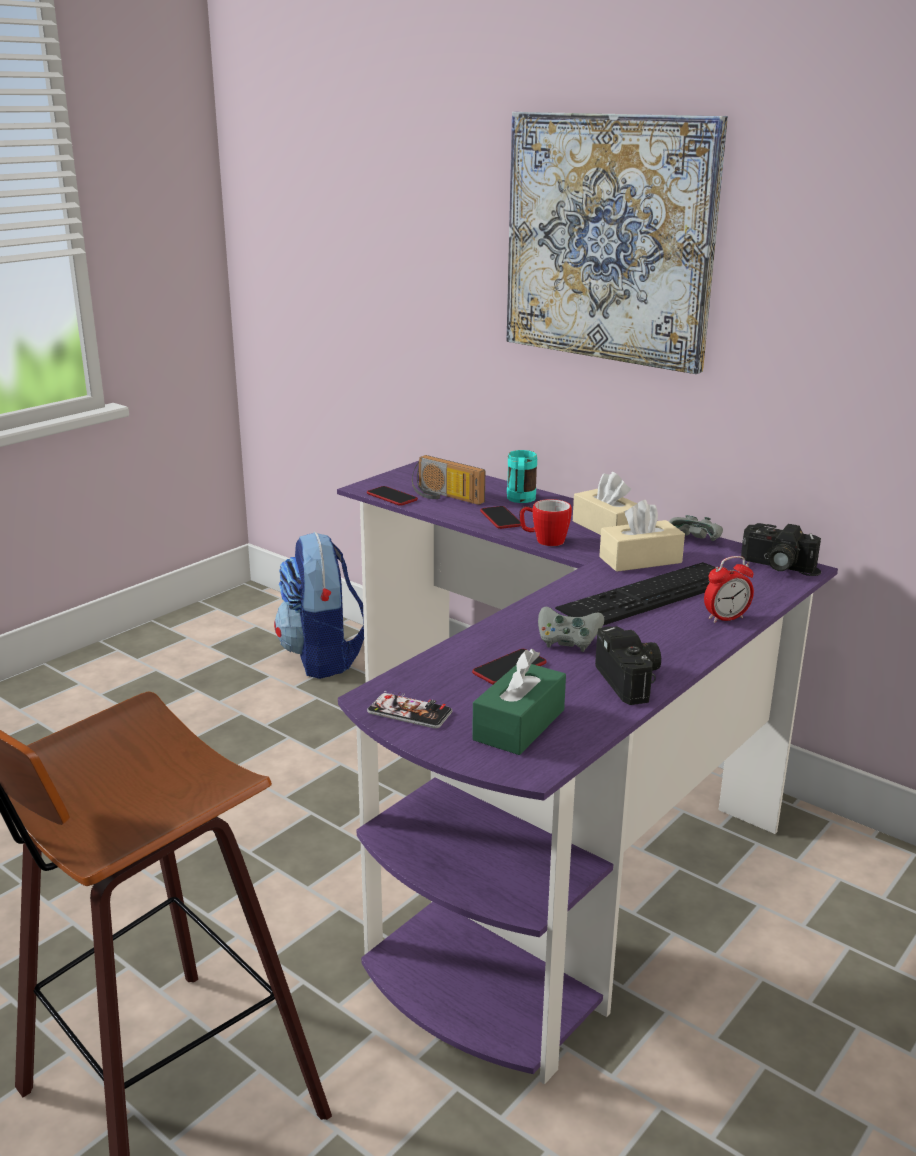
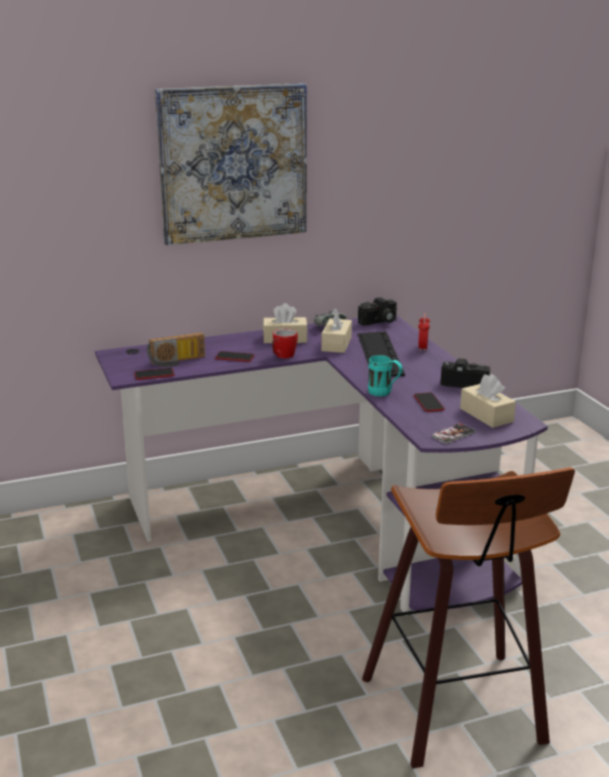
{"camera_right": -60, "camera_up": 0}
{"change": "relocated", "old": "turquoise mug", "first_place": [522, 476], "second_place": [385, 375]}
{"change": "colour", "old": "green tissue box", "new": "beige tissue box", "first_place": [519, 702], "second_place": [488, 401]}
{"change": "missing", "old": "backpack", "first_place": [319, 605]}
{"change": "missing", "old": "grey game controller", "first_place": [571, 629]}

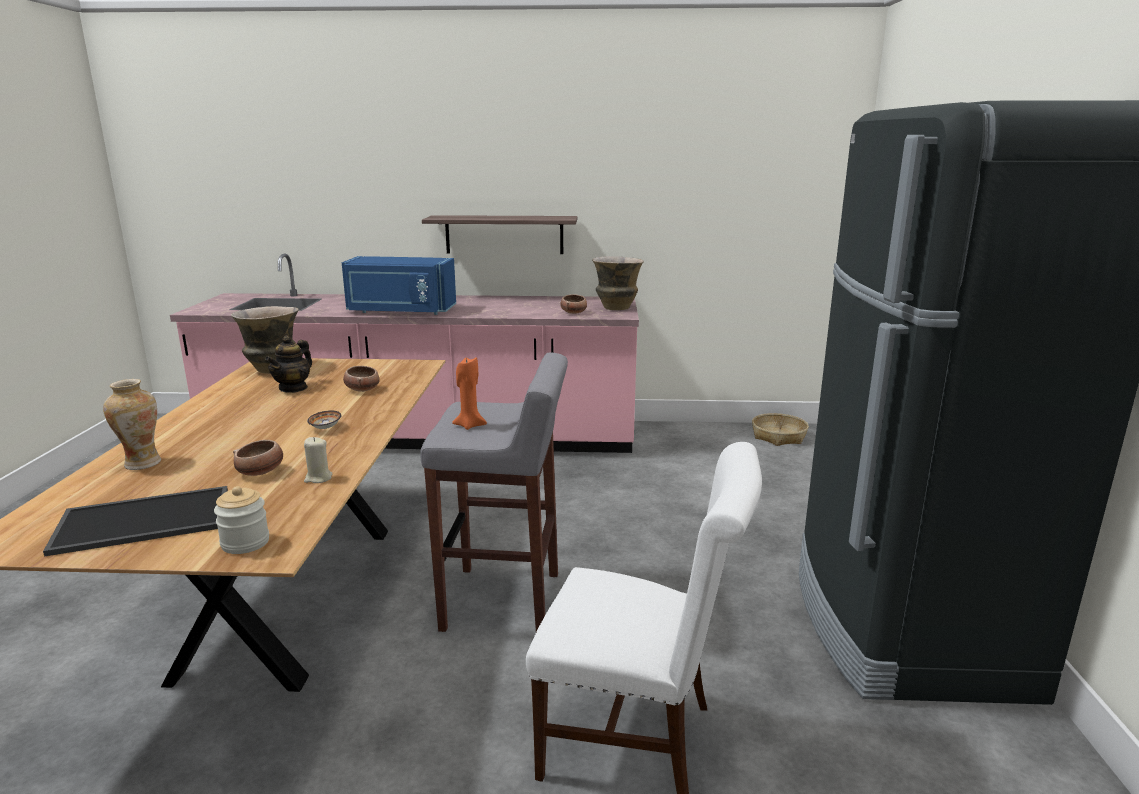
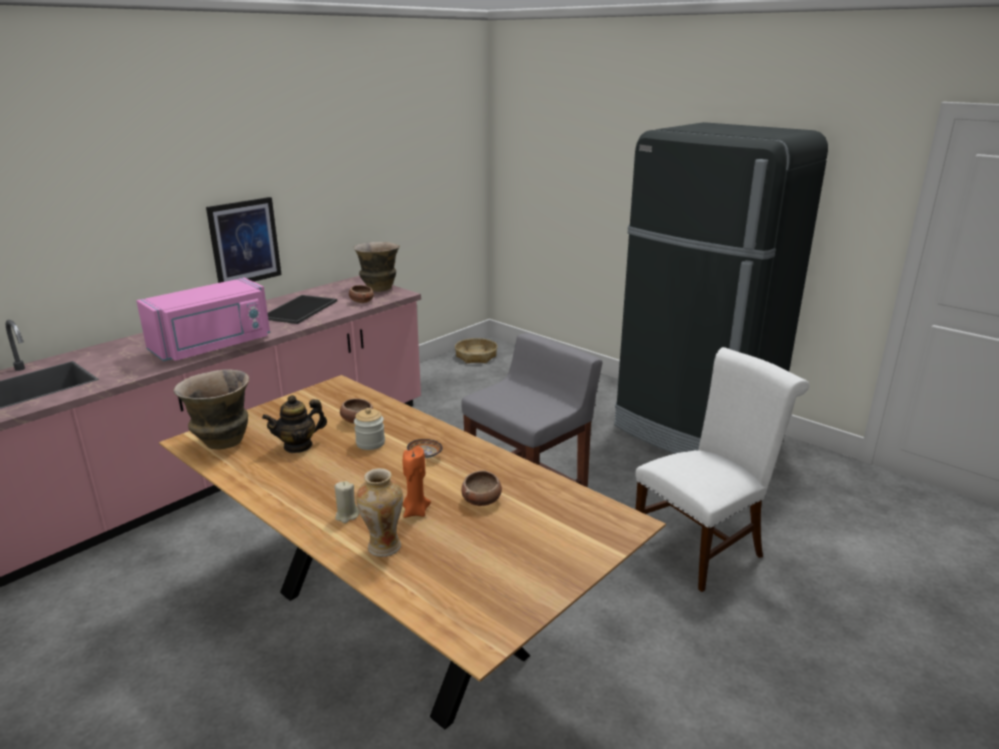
{"camera_right": -50, "camera_up": 5}
{"change": "colour", "old": "blue microwave", "new": "pink microwave", "first_place": [399, 285], "second_place": [203, 319]}
{"change": "exchanged", "old": "shelf", "new": "picture", "first_place": [499, 234], "second_place": [244, 240]}
{"change": "spun", "old": "teapot", "first_place": [288, 364], "second_place": [294, 424], "degrees": 90}
{"change": "relocated", "old": "tray", "first_place": [135, 521], "second_place": [302, 309]}
{"change": "relocated", "old": "beige candle", "first_place": [318, 460], "second_place": [346, 502]}
{"change": "relocated", "old": "jar", "first_place": [241, 520], "second_place": [369, 429]}
{"change": "relocated", "old": "orange candle", "first_place": [469, 393], "second_place": [417, 482]}

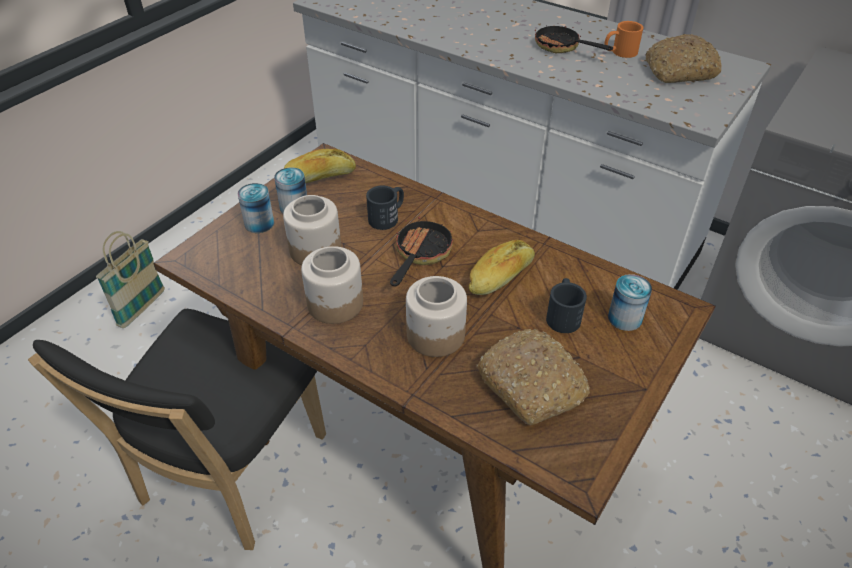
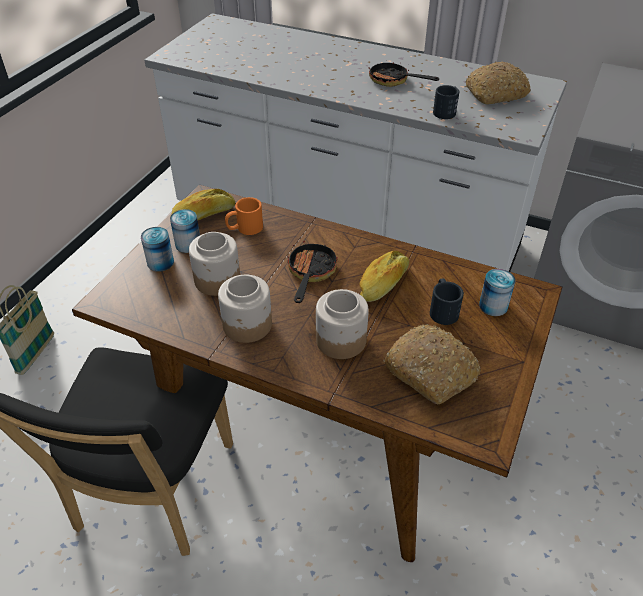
{"camera_right": -10, "camera_up": 0}
{"change": "relocated", "old": "orange mug", "first_place": [624, 39], "second_place": [244, 216]}
{"change": "relocated", "old": "black mug", "first_place": [385, 208], "second_place": [446, 102]}

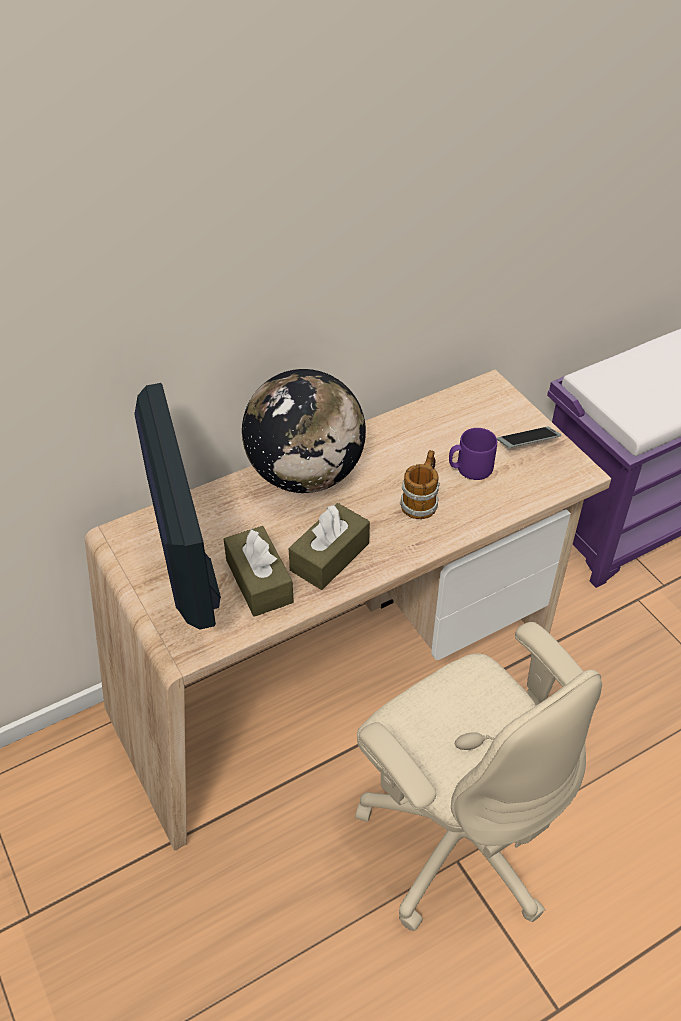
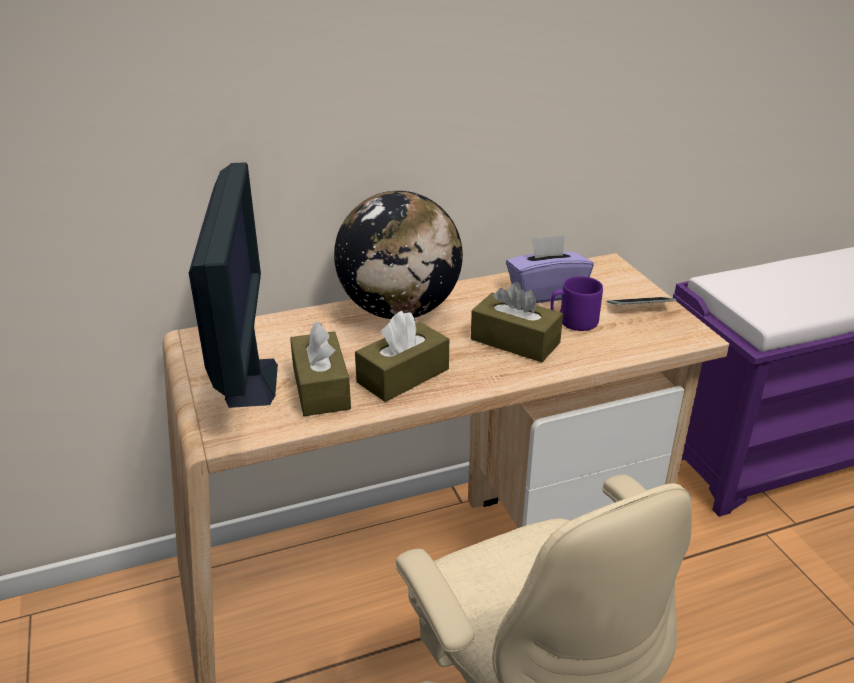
{"camera_right": 10, "camera_up": -15}
{"change": "exchanged", "old": "mug", "new": "brown tissue box", "first_place": [420, 484], "second_place": [517, 322]}
{"change": "appeared", "new": "purple tissue box", "second_place": [549, 269]}

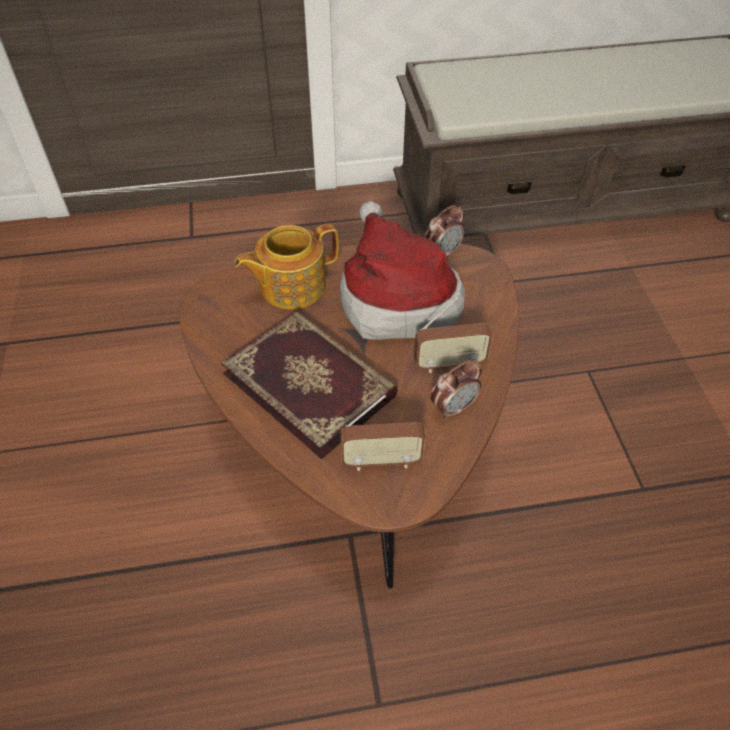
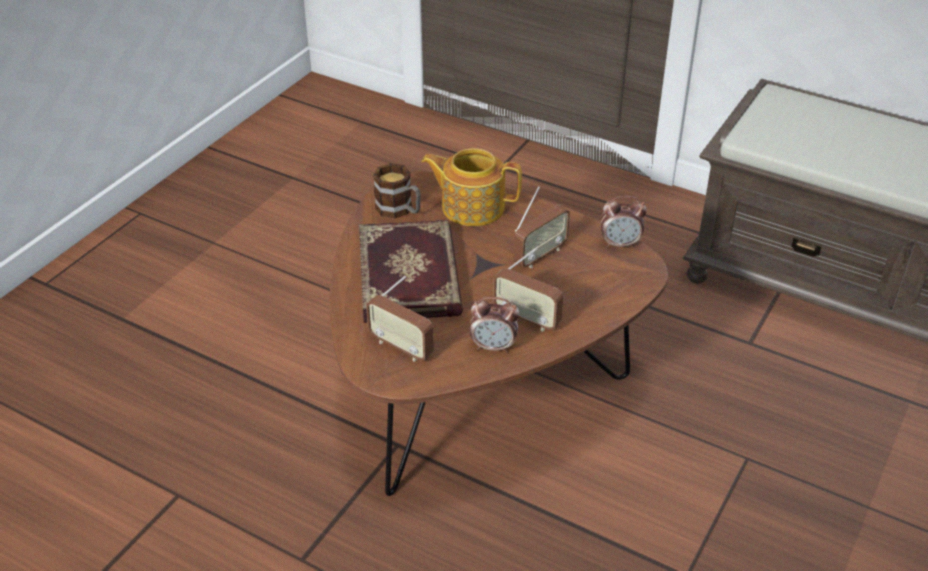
{"camera_right": 40, "camera_up": -10}
{"change": "appeared", "new": "mug", "second_place": [397, 190]}
{"change": "exchanged", "old": "hat", "new": "radio", "first_place": [402, 270], "second_place": [541, 227]}

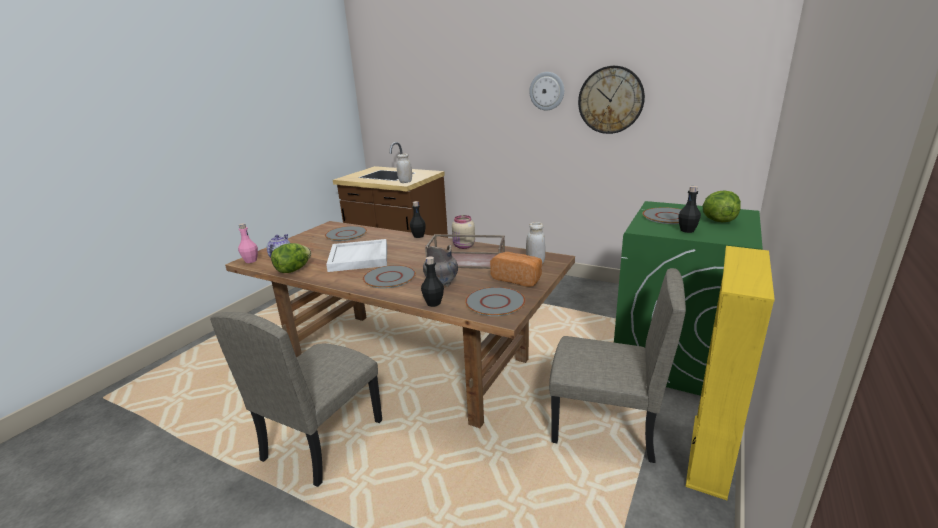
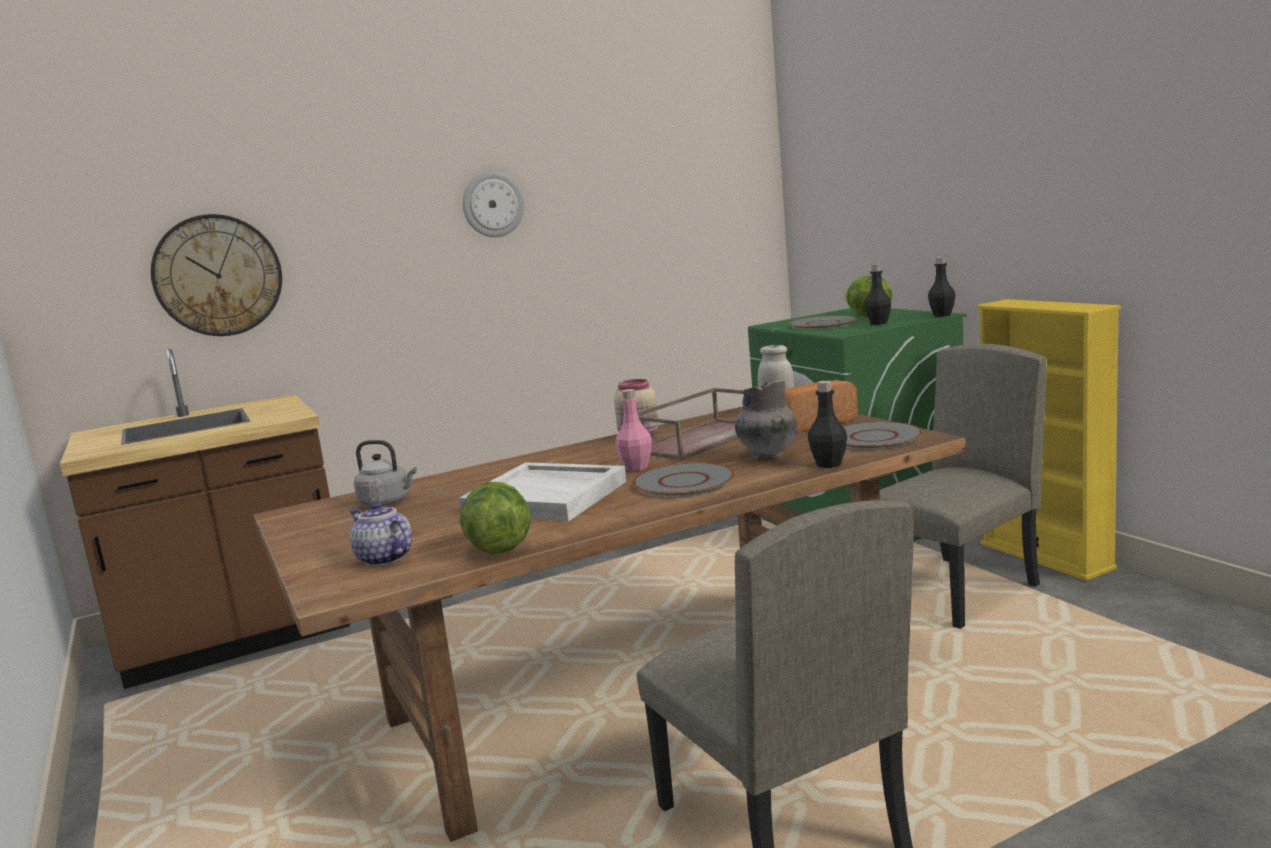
{"camera_right": -55, "camera_up": -10}
{"change": "relocated", "old": "wall clock", "first_place": [611, 100], "second_place": [216, 275]}
{"change": "exchanged", "old": "grey plate", "new": "grey kettle", "first_place": [346, 233], "second_place": [385, 473]}
{"change": "relocated", "old": "pink bottle", "first_place": [248, 243], "second_place": [633, 430]}
{"change": "relocated", "old": "black bottle", "first_place": [418, 219], "second_place": [942, 287]}
{"change": "missing", "old": "white jar", "first_place": [404, 168]}

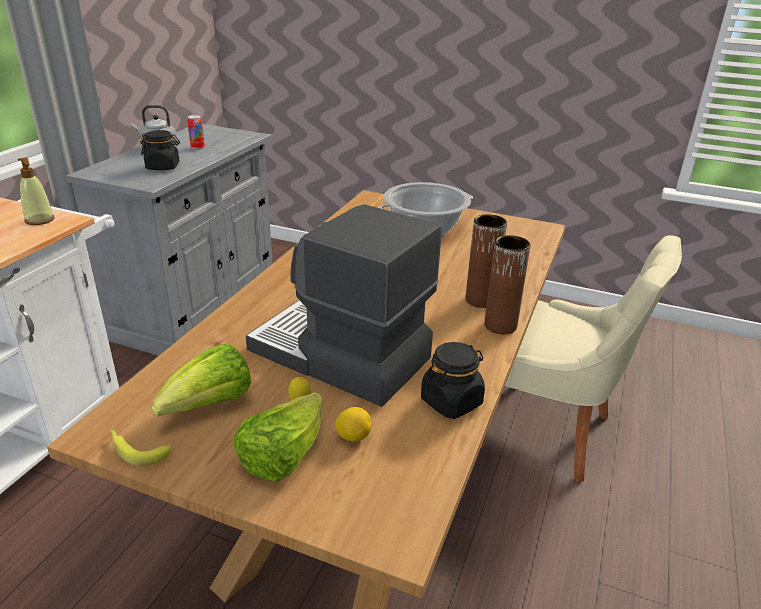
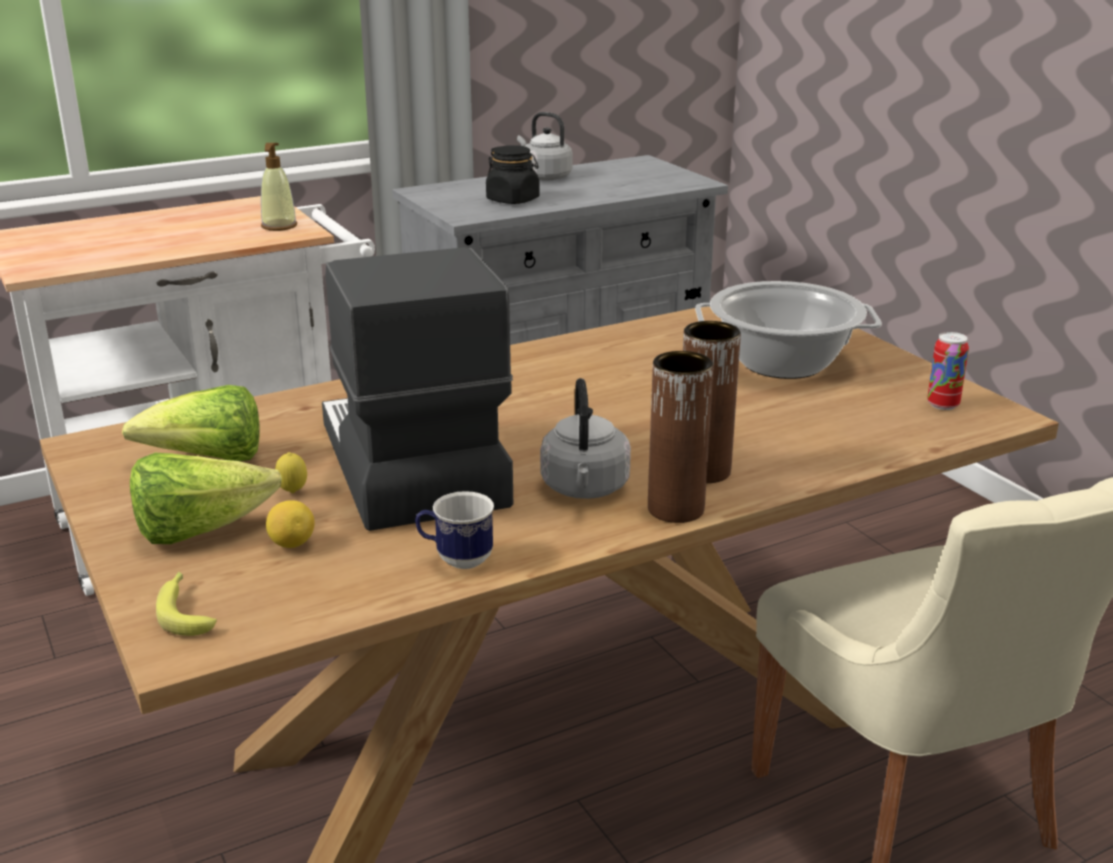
{"camera_right": 40, "camera_up": -5}
{"change": "relocated", "old": "banana", "first_place": [140, 448], "second_place": [186, 604]}
{"change": "exchanged", "old": "black jar", "new": "mug", "first_place": [453, 380], "second_place": [454, 530]}
{"change": "appeared", "new": "grey kettle", "second_place": [585, 438]}
{"change": "relocated", "old": "can", "first_place": [196, 132], "second_place": [948, 371]}

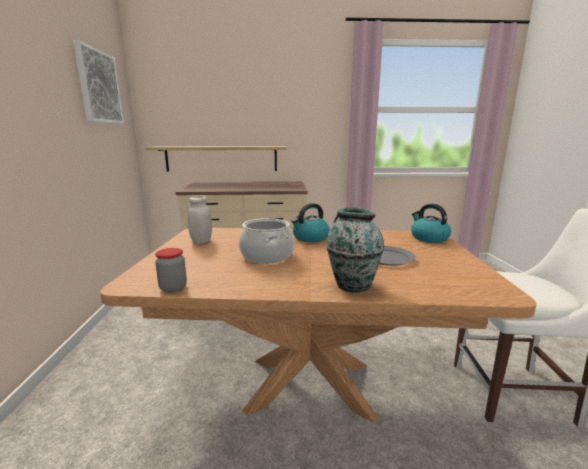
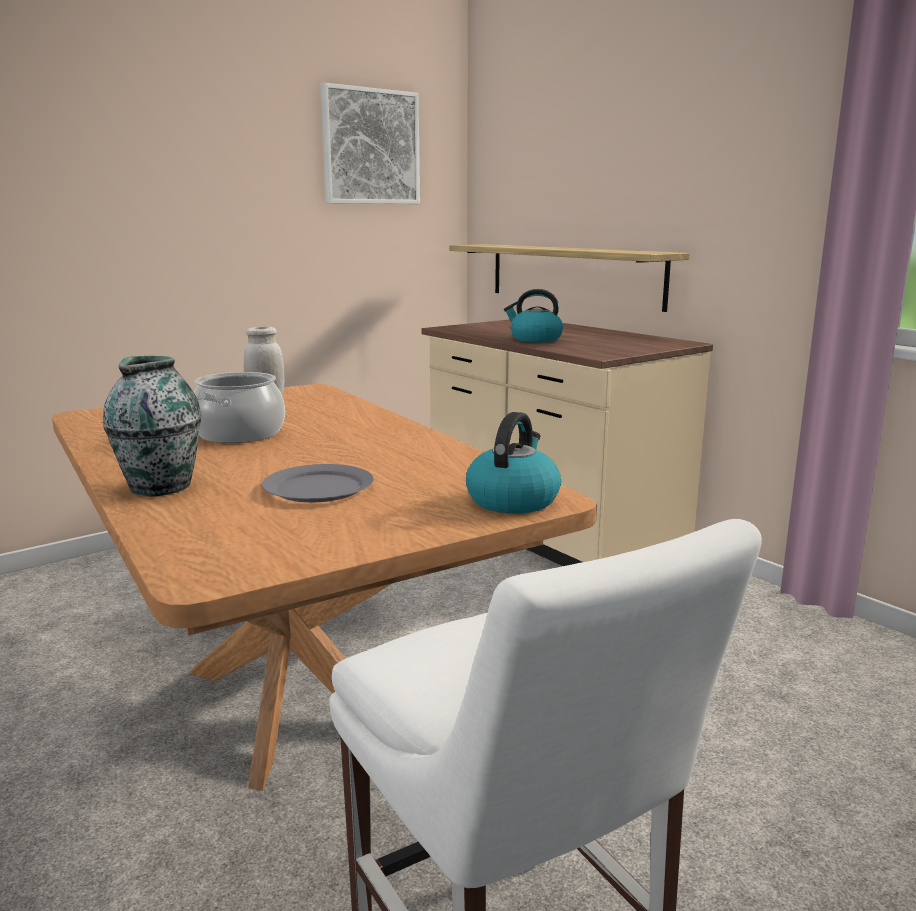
{"camera_right": 55, "camera_up": 0}
{"change": "relocated", "old": "kettle", "first_place": [311, 222], "second_place": [533, 315]}
{"change": "missing", "old": "jar", "first_place": [171, 270]}

